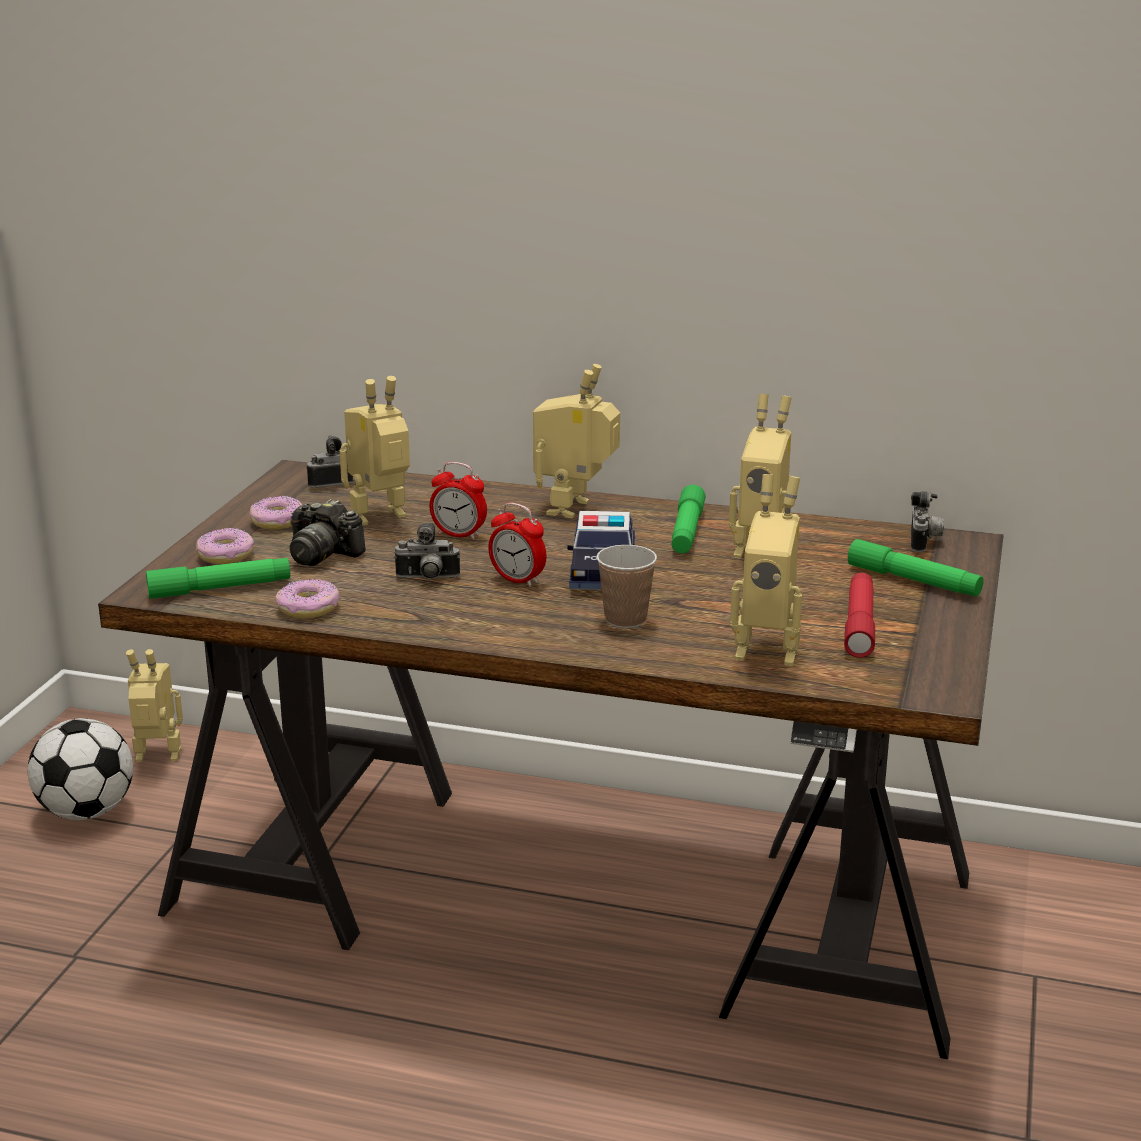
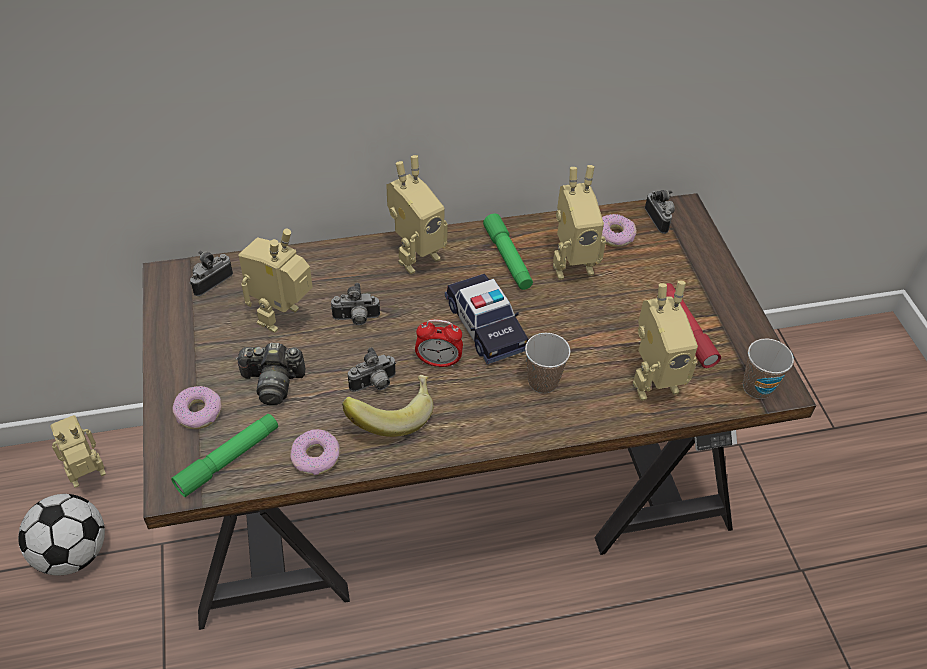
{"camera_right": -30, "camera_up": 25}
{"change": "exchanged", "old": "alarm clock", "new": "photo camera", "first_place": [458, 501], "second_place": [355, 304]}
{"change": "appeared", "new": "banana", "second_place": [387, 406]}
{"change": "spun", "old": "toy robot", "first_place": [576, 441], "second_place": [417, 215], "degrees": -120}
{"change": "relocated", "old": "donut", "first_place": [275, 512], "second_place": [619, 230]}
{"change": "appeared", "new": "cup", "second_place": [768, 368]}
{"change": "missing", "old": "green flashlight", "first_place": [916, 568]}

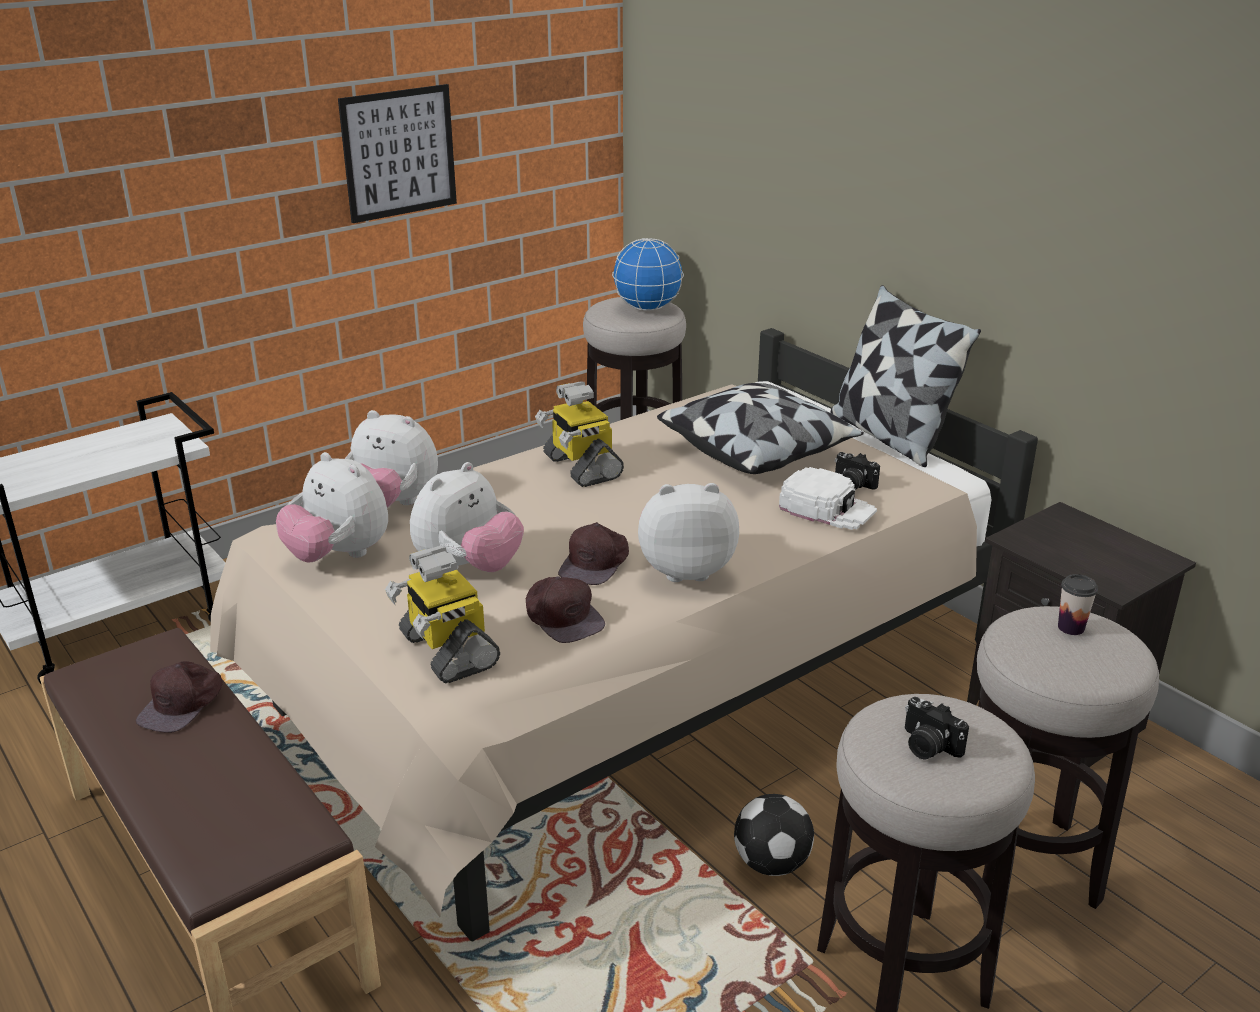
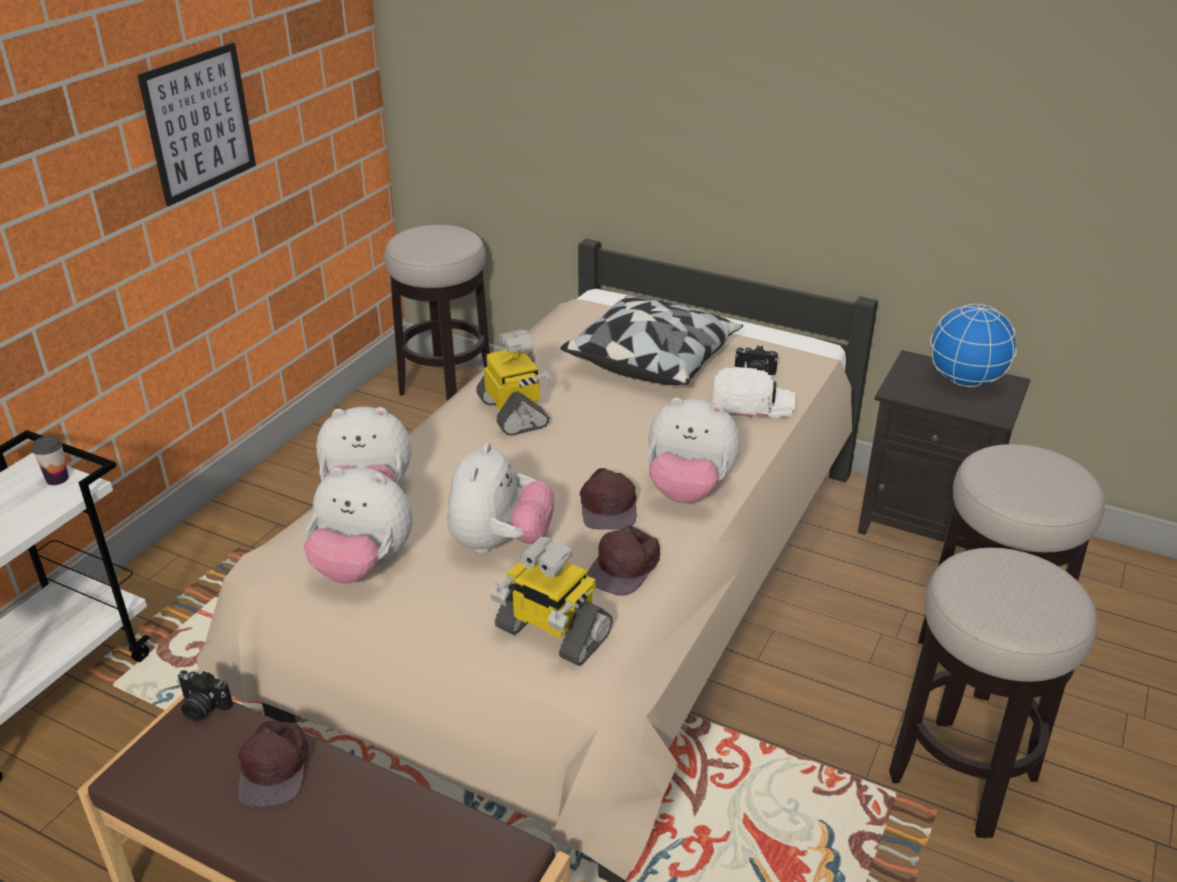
{"camera_right": -25, "camera_up": 5}
{"change": "relocated", "old": "cup", "first_place": [1078, 604], "second_place": [50, 460]}
{"change": "relocated", "old": "photo camera", "first_place": [937, 728], "second_place": [205, 695]}
{"change": "spun", "old": "toy robot", "first_place": [579, 434], "second_place": [516, 383], "degrees": -150}
{"change": "spun", "old": "brown cap", "first_place": [565, 609], "second_place": [623, 560], "degrees": 90}
{"change": "spun", "old": "plush toy", "first_place": [688, 532], "second_place": [694, 450], "degrees": -135}
{"change": "relocated", "old": "globe", "first_place": [648, 274], "second_place": [973, 345]}
{"change": "missing", "old": "football", "first_place": [774, 835]}
{"change": "missing", "old": "pillow", "first_place": [905, 376]}

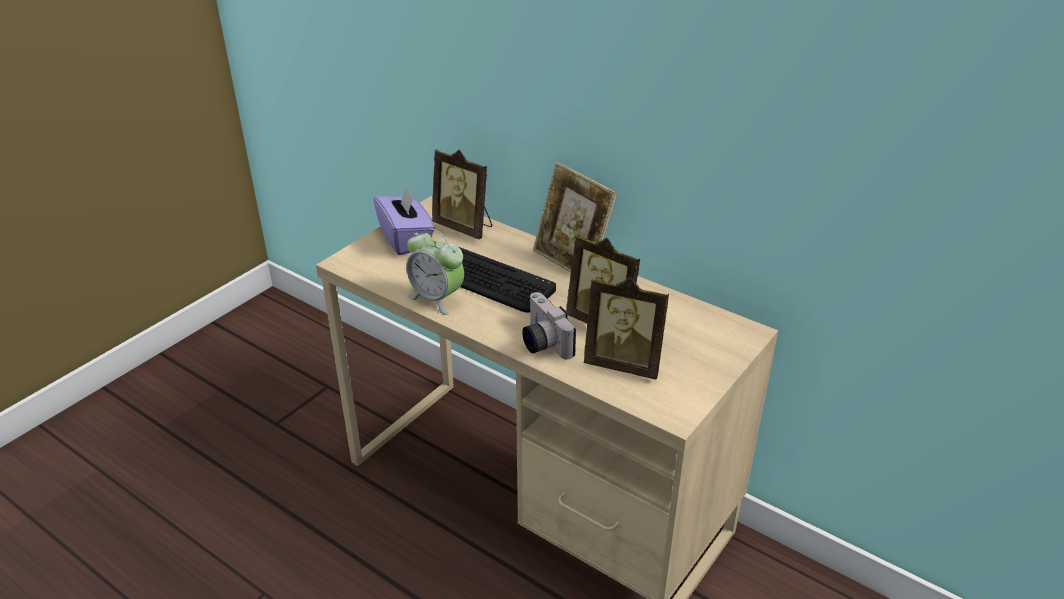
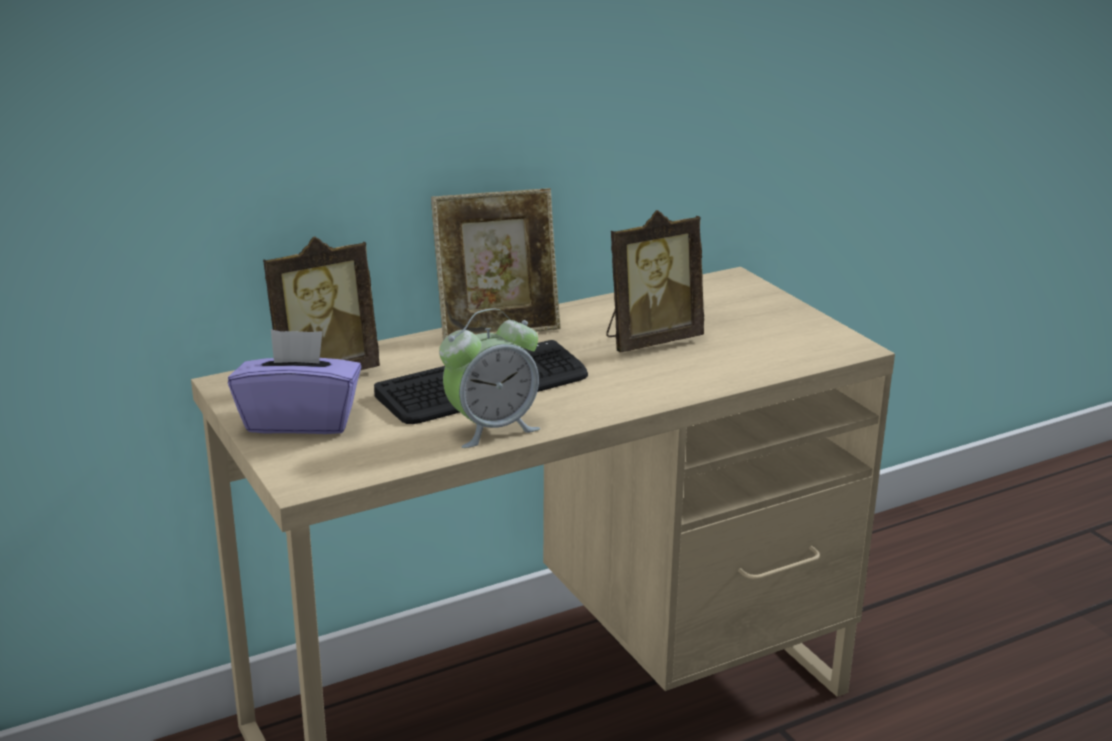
{"camera_right": -65, "camera_up": -10}
{"change": "missing", "old": "photo camera", "first_place": [549, 326]}
{"change": "missing", "old": "picture frame", "first_place": [626, 328]}

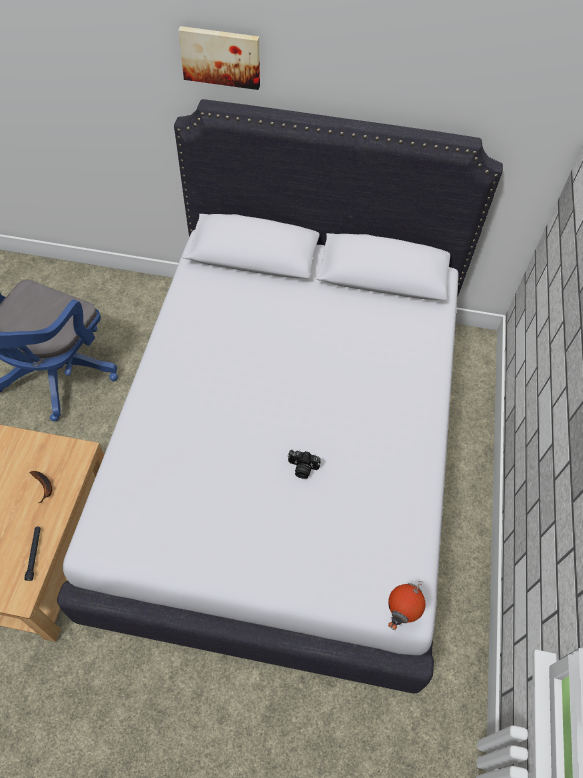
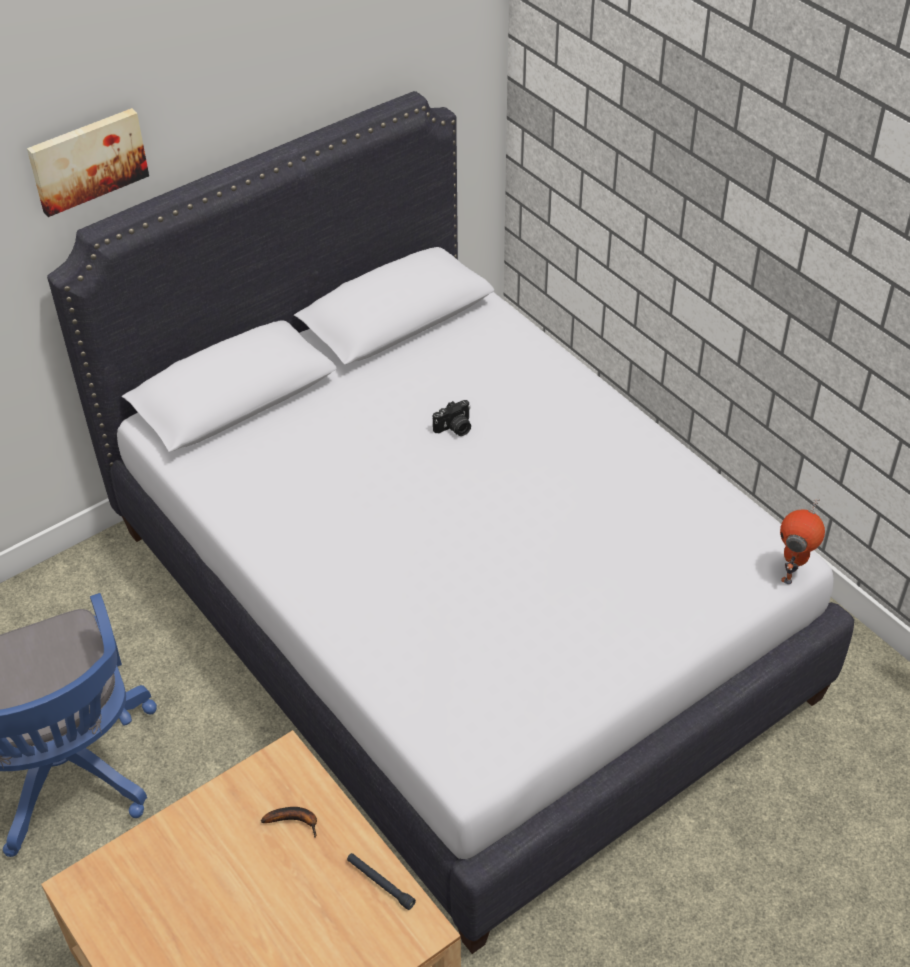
{"camera_right": -45, "camera_up": -10}
{"change": "relocated", "old": "photo camera", "first_place": [304, 464], "second_place": [452, 418]}
{"change": "spun", "old": "toy robot", "first_place": [407, 606], "second_place": [802, 541], "degrees": 45}

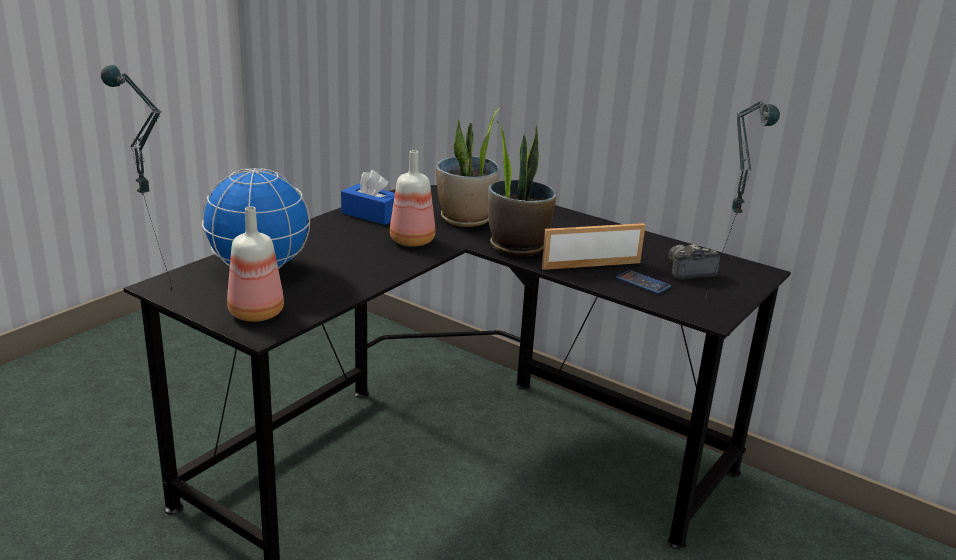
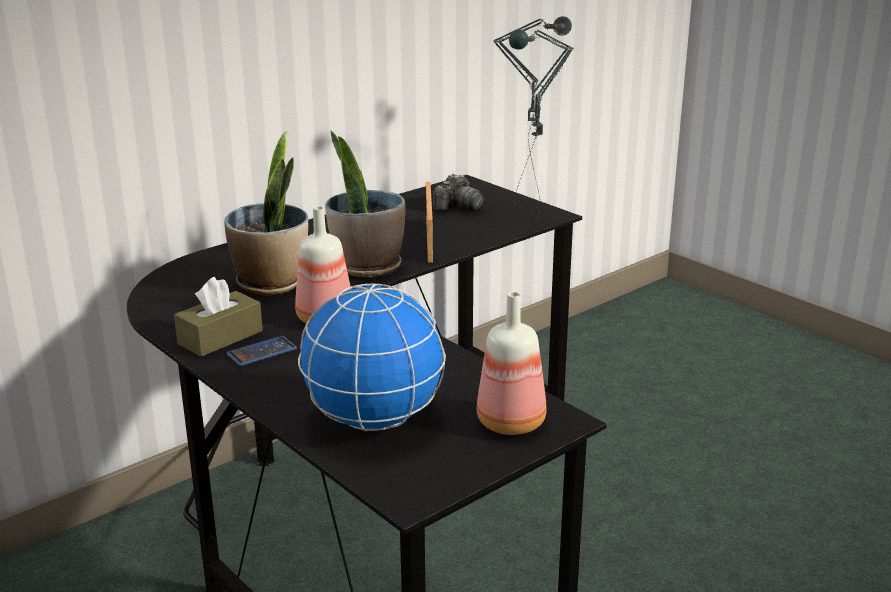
{"camera_right": -75, "camera_up": 0}
{"change": "colour", "old": "blue tissue box", "new": "brown tissue box", "first_place": [368, 197], "second_place": [218, 317]}
{"change": "relocated", "old": "phone", "first_place": [643, 282], "second_place": [261, 351]}
{"change": "spun", "old": "photo camera", "first_place": [694, 262], "second_place": [458, 193], "degrees": -135}
{"change": "relocated", "old": "table lamp", "first_place": [137, 178], "second_place": [541, 124]}

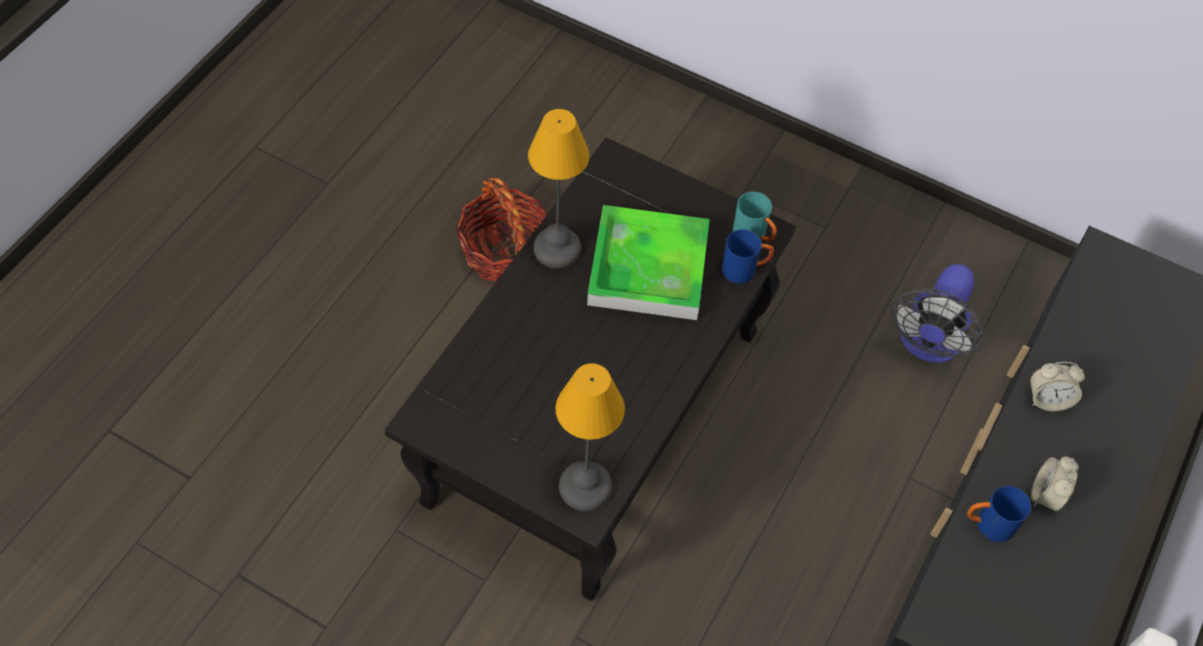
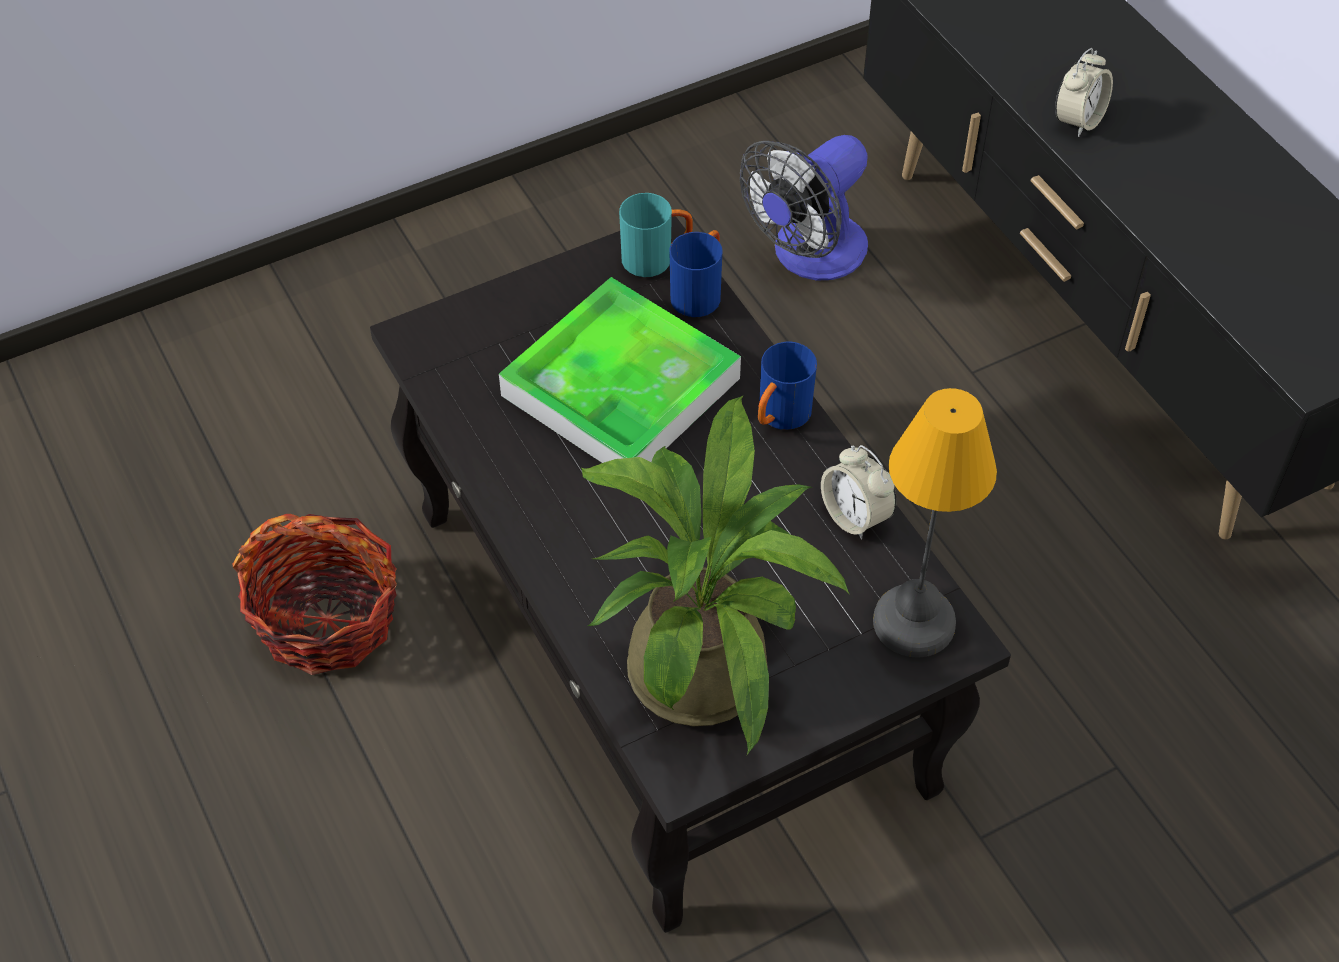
{"camera_right": -55, "camera_up": -5}
{"change": "appeared", "new": "potted plant", "second_place": [715, 575]}
{"change": "spun", "old": "fan", "first_place": [937, 313], "second_place": [804, 208], "degrees": 75}
{"change": "relocated", "old": "blue mug", "first_place": [999, 514], "second_place": [787, 386]}
{"change": "relocated", "old": "alarm clock", "first_place": [1055, 484], "second_place": [859, 492]}
{"change": "missing", "old": "table lamp", "first_place": [559, 188]}

